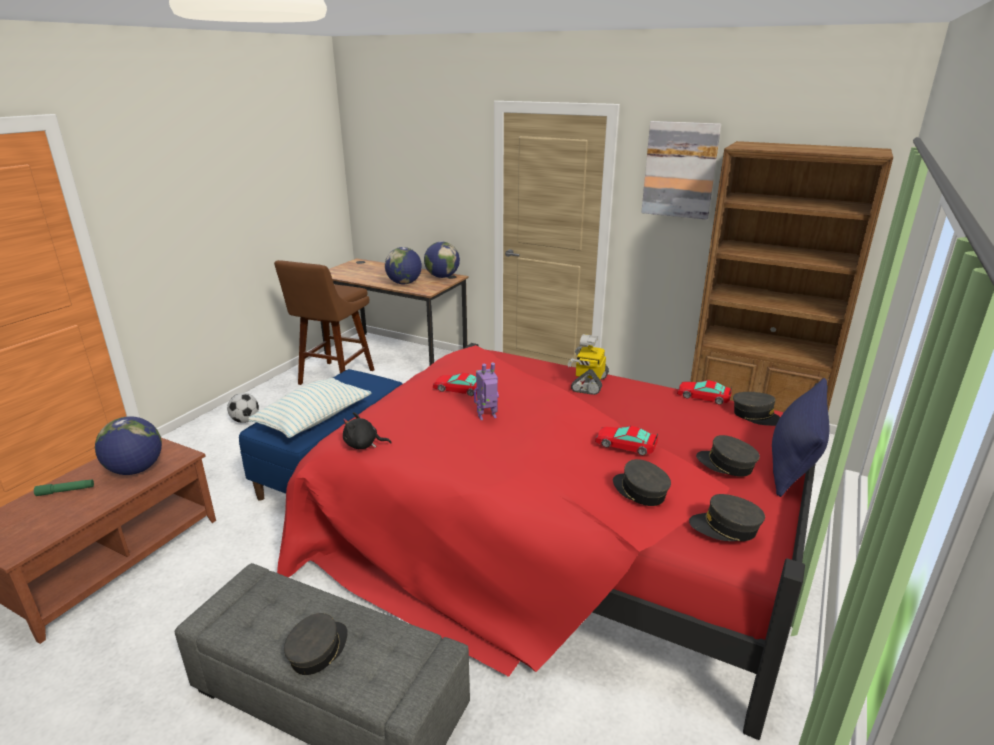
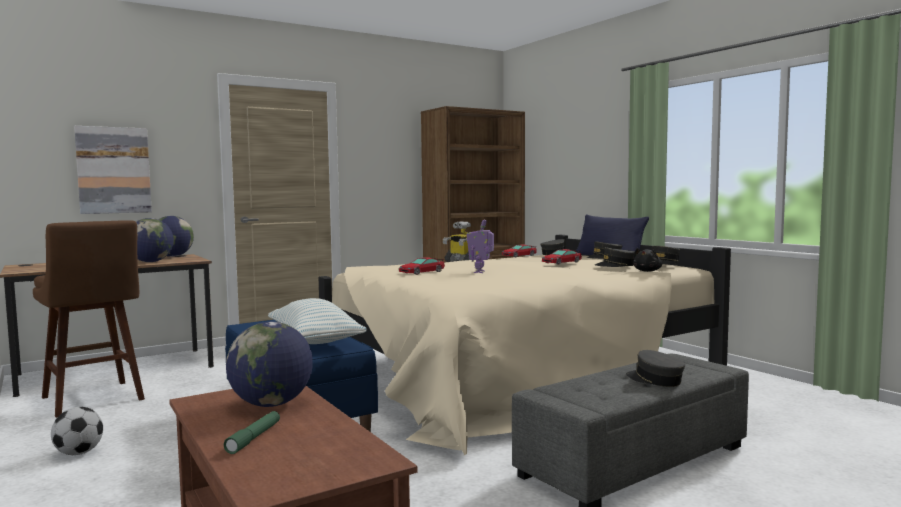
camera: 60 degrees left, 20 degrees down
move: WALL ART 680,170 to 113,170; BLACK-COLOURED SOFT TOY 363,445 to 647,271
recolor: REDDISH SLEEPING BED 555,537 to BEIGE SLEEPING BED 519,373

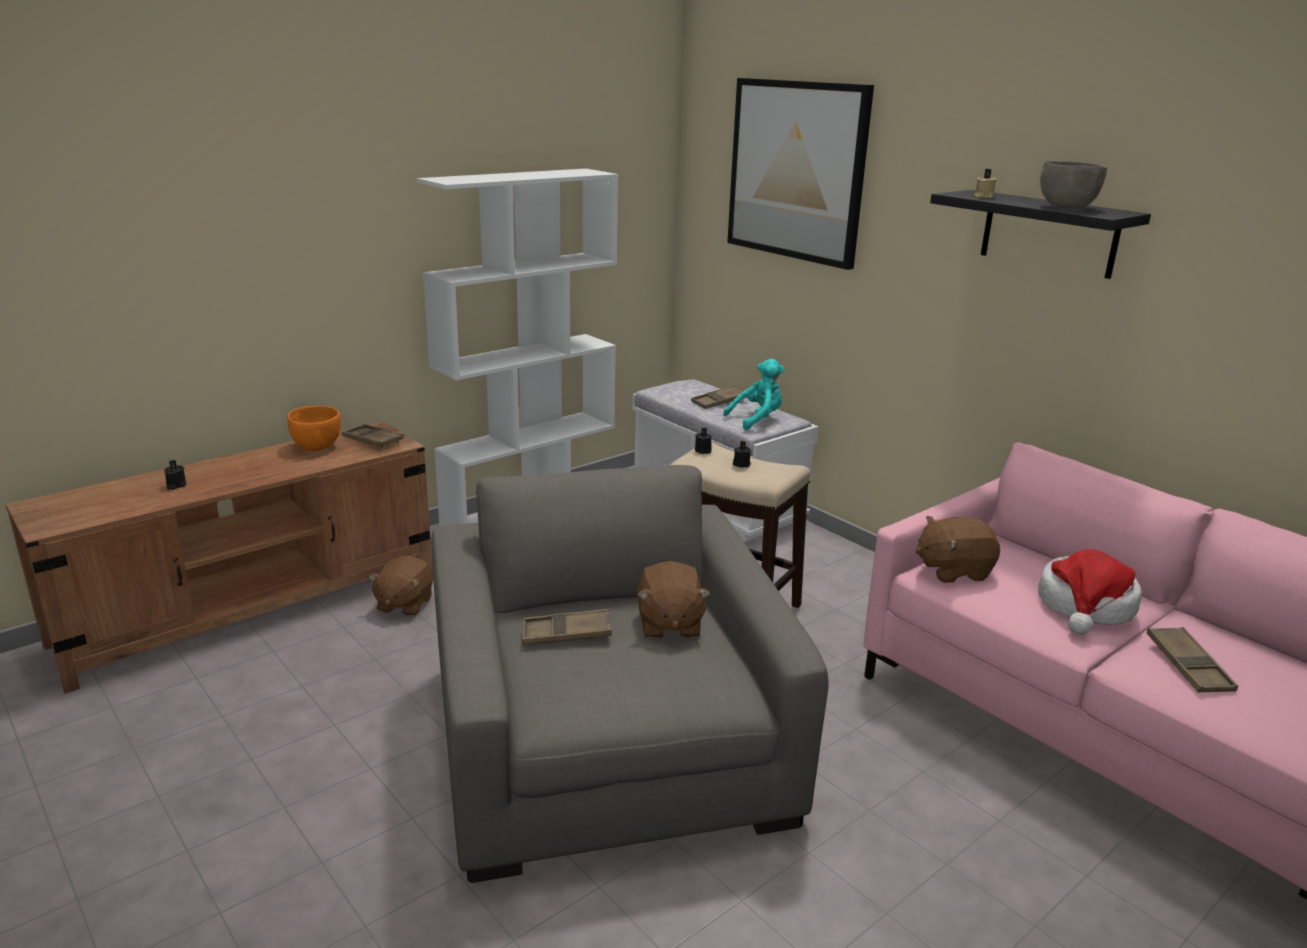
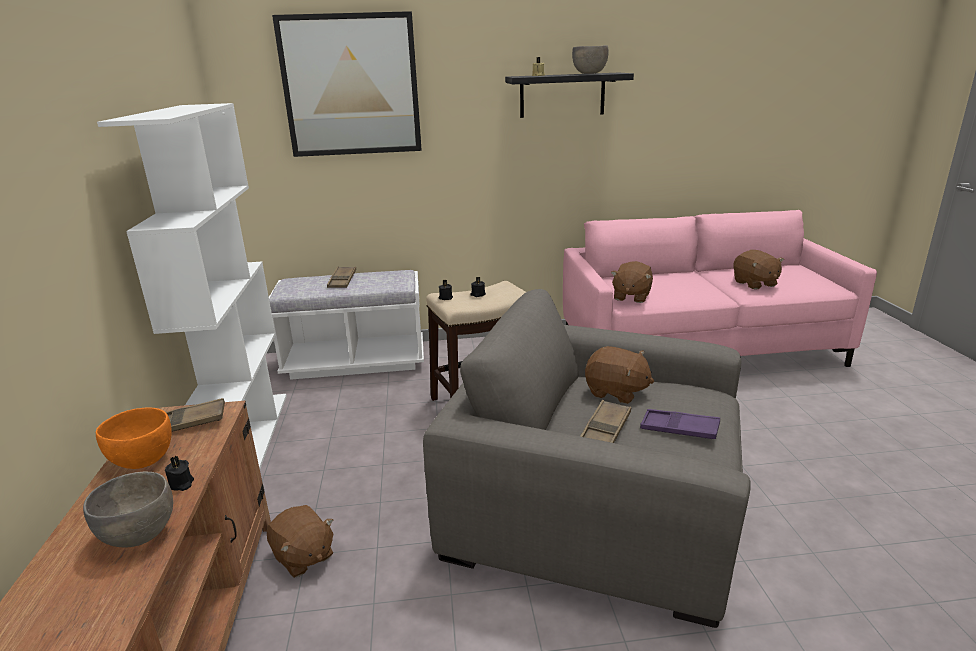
camera: 55 degrees left, 0 degrees up
delete: TURQUOISE SOFT TOY 757,420; WEARABLE HAT 1085,606
insert: PURPLE SERVING TRAY 679,429; GREYISH DEEP DISH 140,535
move: BLACK-COLOURED WAX LIGHT 175,485 to 181,484
replace: BROWN-COLOURED SERVING TRAY 1188,665 to BROWN-COLOURED SOFT TOY 754,283

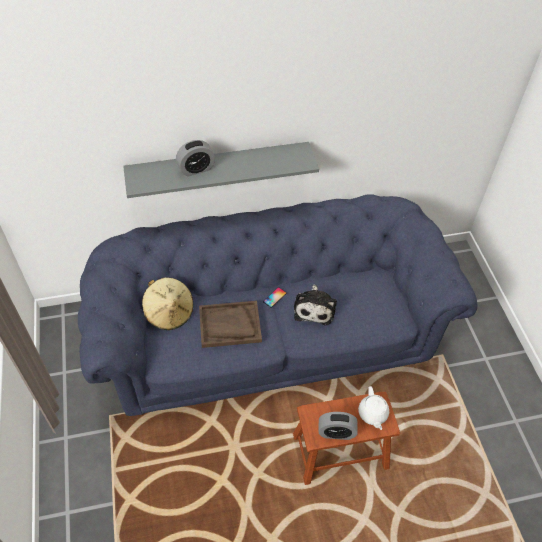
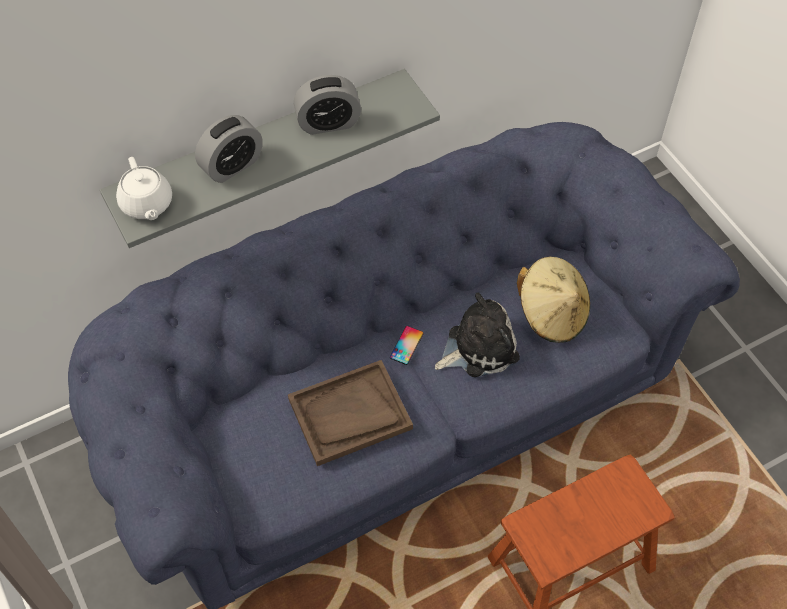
camera: 15 degrees left, 5 degrees up
move: BEIGE WEARABLE HAT 169,313 to 552,314; WHITISH TEA POT 372,414 to 146,204; BEDSIDE CLOCK 336,432 to 328,123
rotate: SOFT TOY 314,308 = 478,347 105 degrees counterclockwise

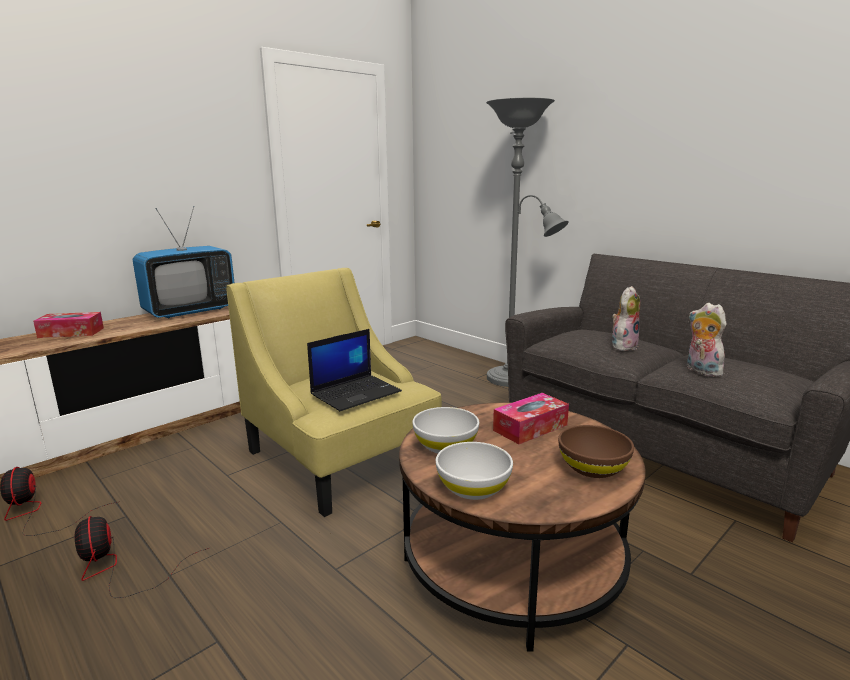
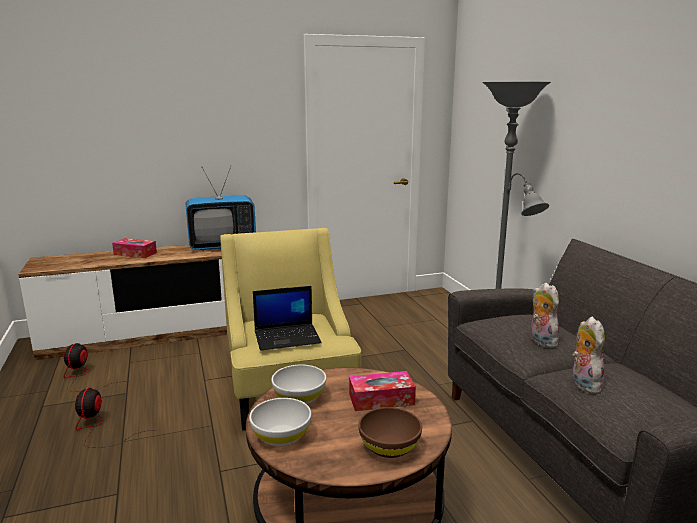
camera: 25 degrees right, 0 degrees up
rotate: SOFT TOY 623,346 = 540,341 90 degrees counterclockwise

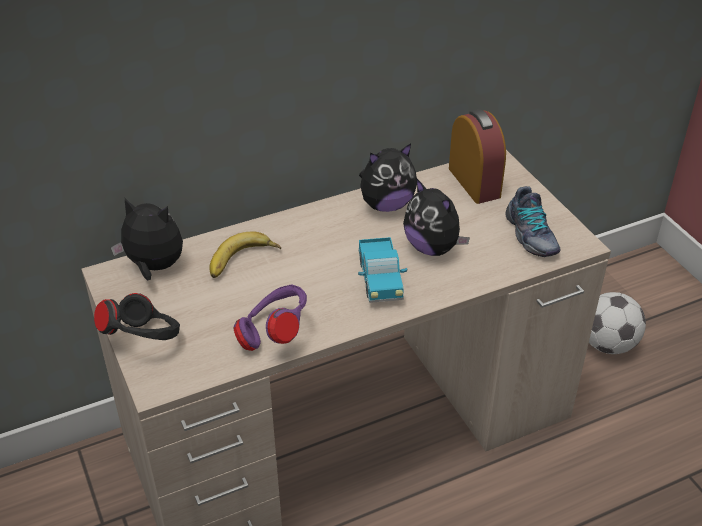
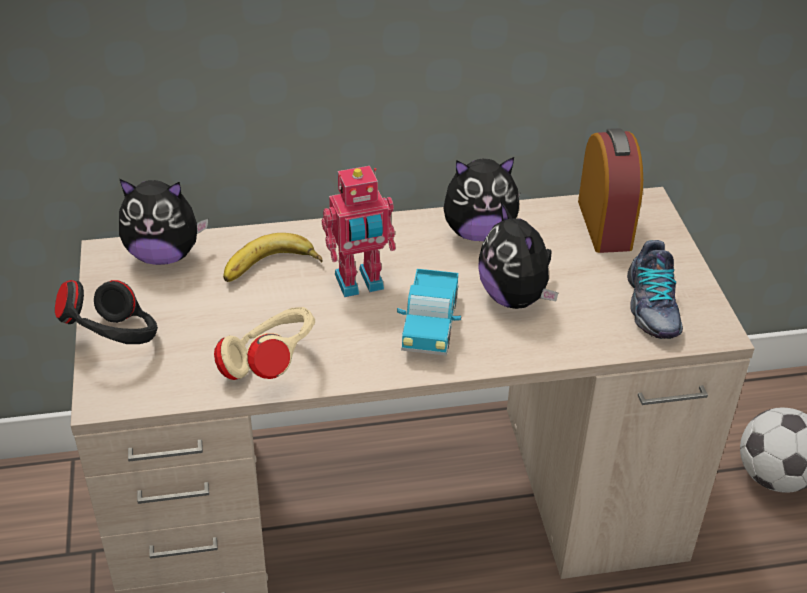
camera: 15 degrees right, 0 degrees up
insert: TOY ROBOT 360,284
recolor: PURPLE HEADSET 275,334 to BEIGE HEADSET 271,366
rotate: SOFT TOY 154,267 = 164,255 150 degrees clockwise

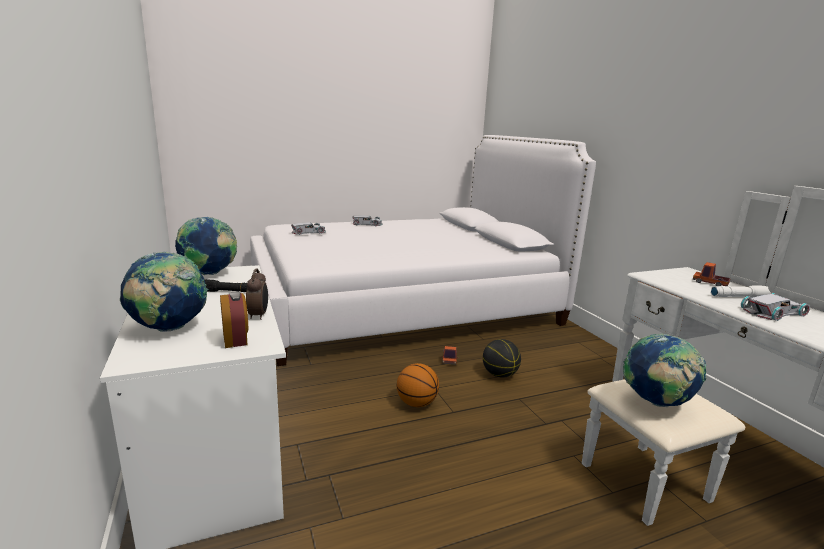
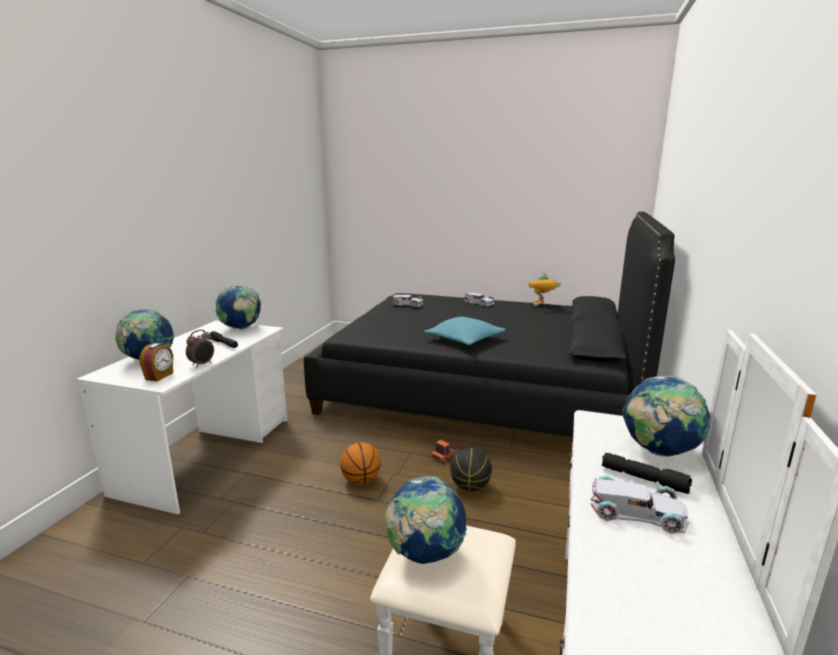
camera: 40 degrees right, 0 degrees up
insert: TOY ROBOT 541,306; TURQUOISE PILLOW 464,339
replace: TOY LORRY 710,283 to GLOBE 658,452
recolor: WHITISH SLEEPING BED 401,303 to BLACK-COLOURED SLEEPING BED 483,389; WHITISH TORCH 738,297 to BLACK-COLOURED TORCH 645,479

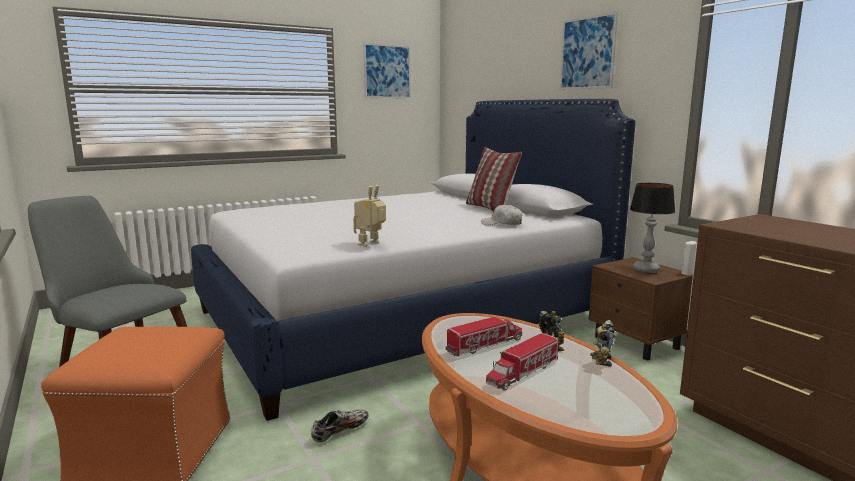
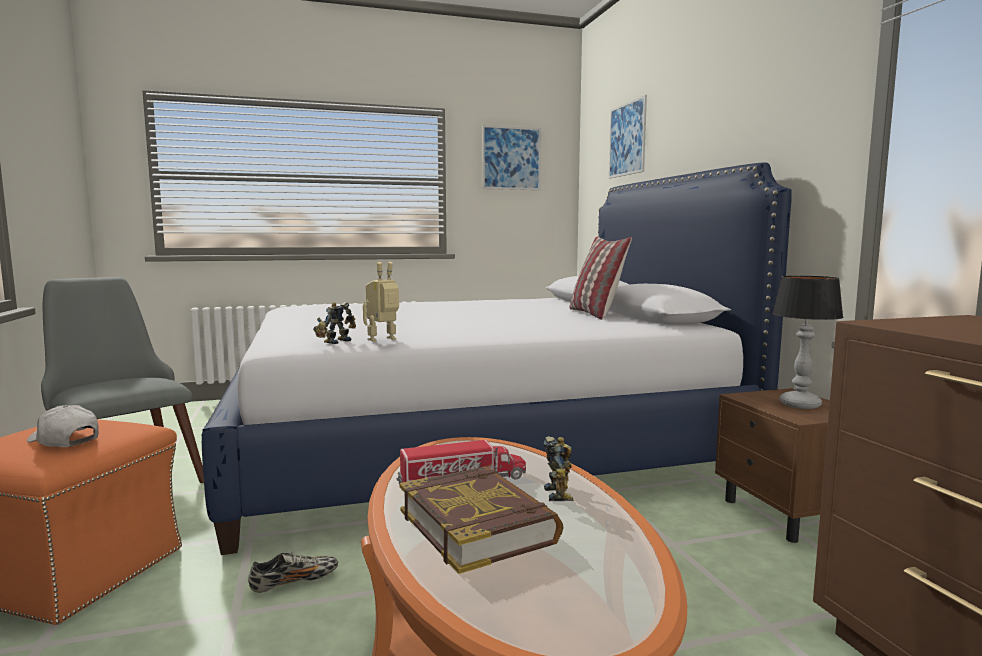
camera: 15 degrees right, 5 degrees down
move: WALL ART 587,53 to 627,139; WHITISH BASEBALL CAP 502,224 to 64,440; TOY ROBOT 600,360 to 335,341
replace: TOY LORRY 522,373 to BOUND BOOK 477,526

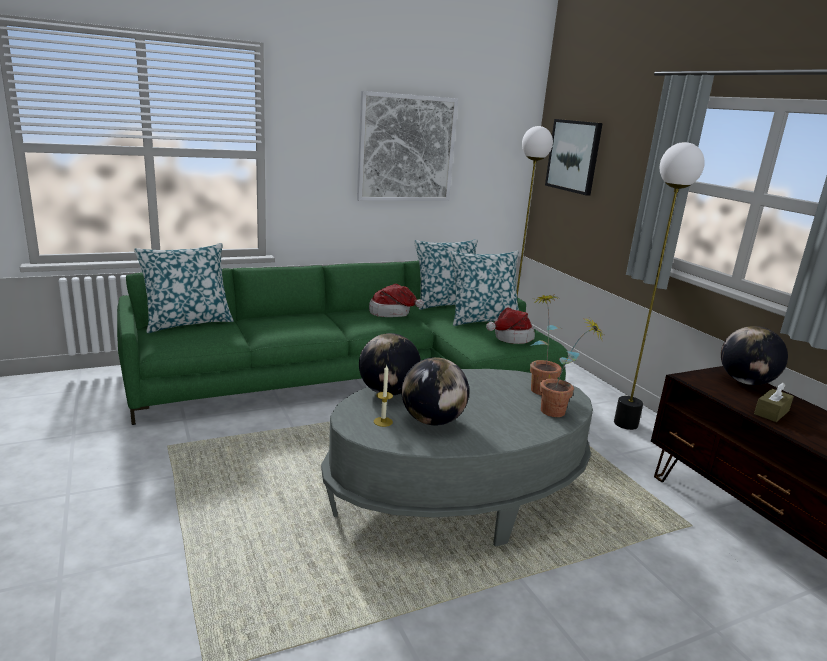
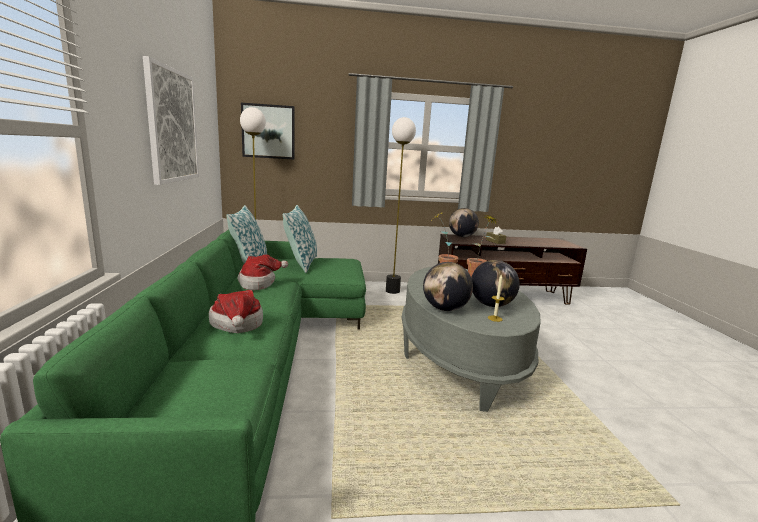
camera: 70 degrees left, 5 degrees down
delete: PILLOW 188,323
move: WEARABLE HAT 510,337 to 237,325

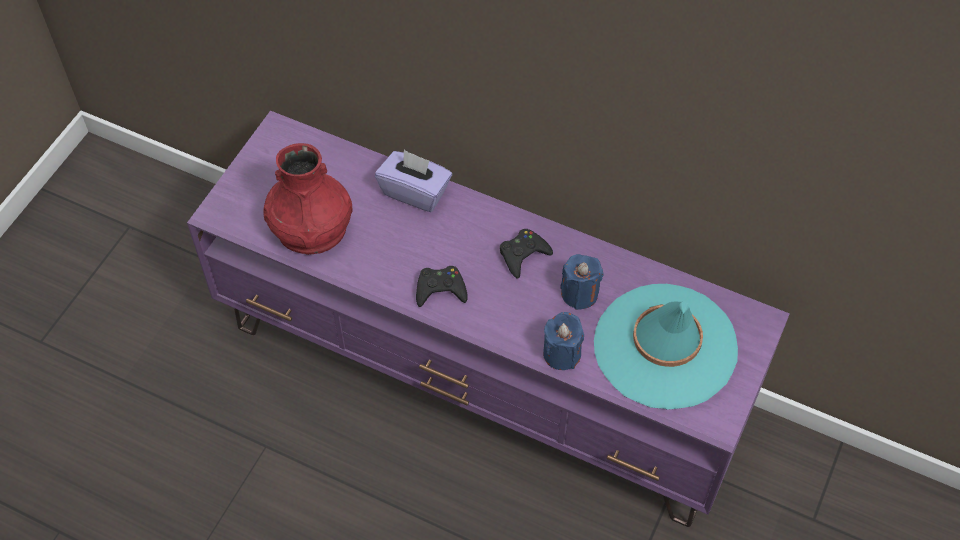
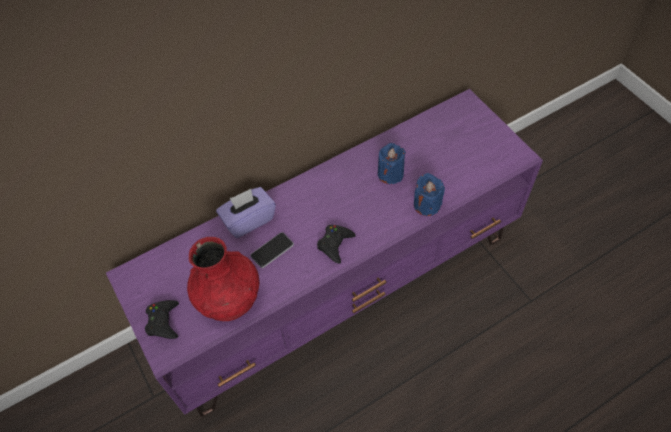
camera: 55 degrees left, 0 degrees up
delete: TURQUOISE WEARABLE HAT 665,346
insert: PHONE 272,250
move: BLACK-COLOURED JOYPAD 523,255 to 163,322

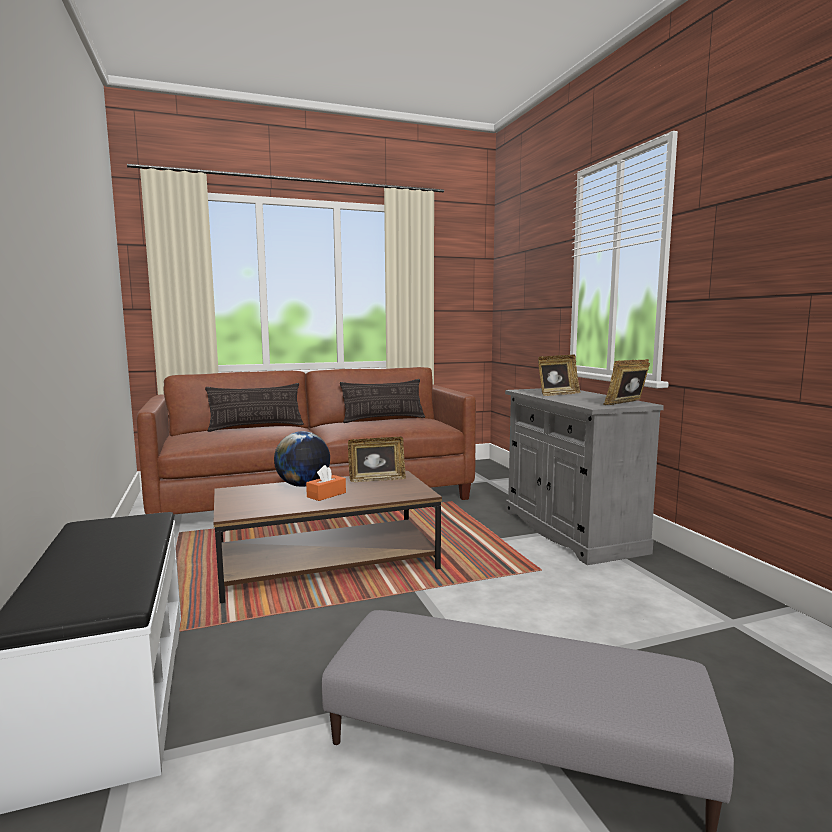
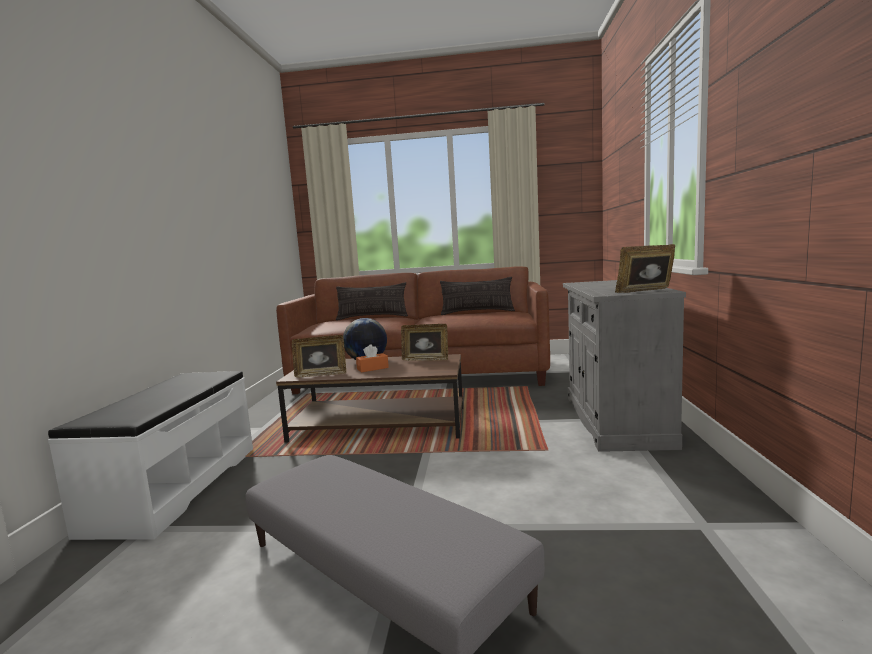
camera: 25 degrees right, 0 degrees up
move: PICTURE FRAME 557,394 to 321,374

